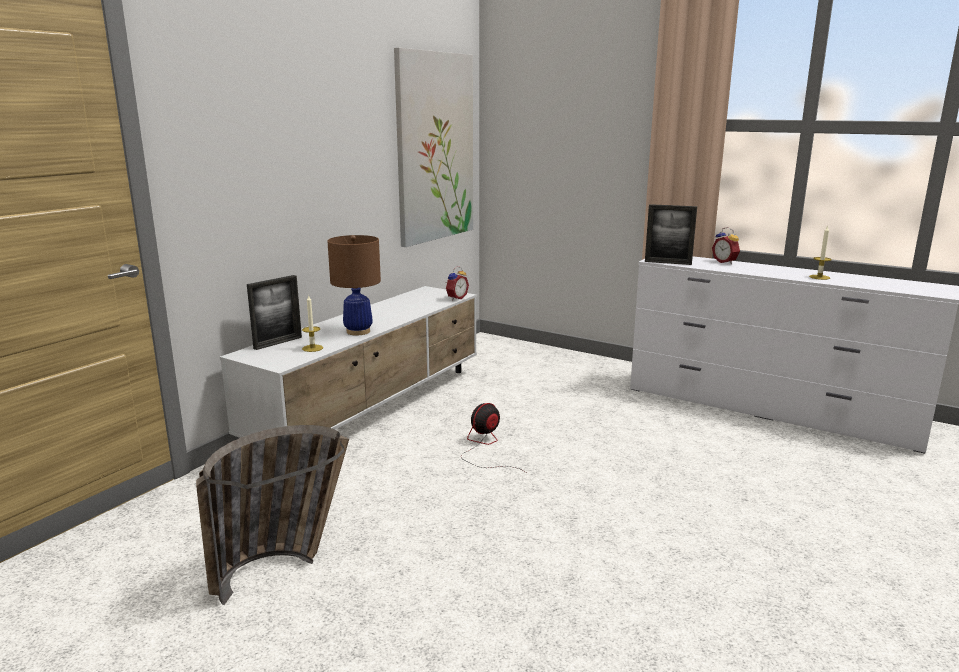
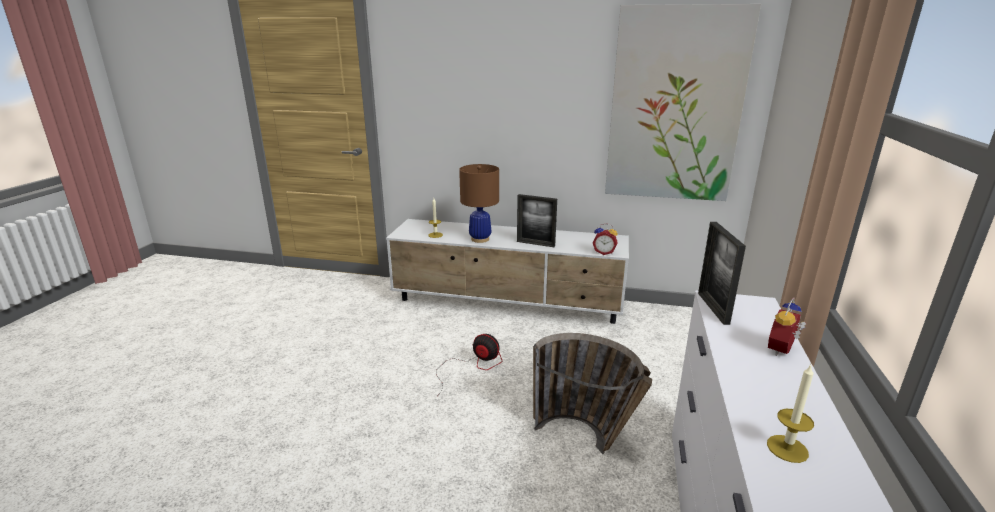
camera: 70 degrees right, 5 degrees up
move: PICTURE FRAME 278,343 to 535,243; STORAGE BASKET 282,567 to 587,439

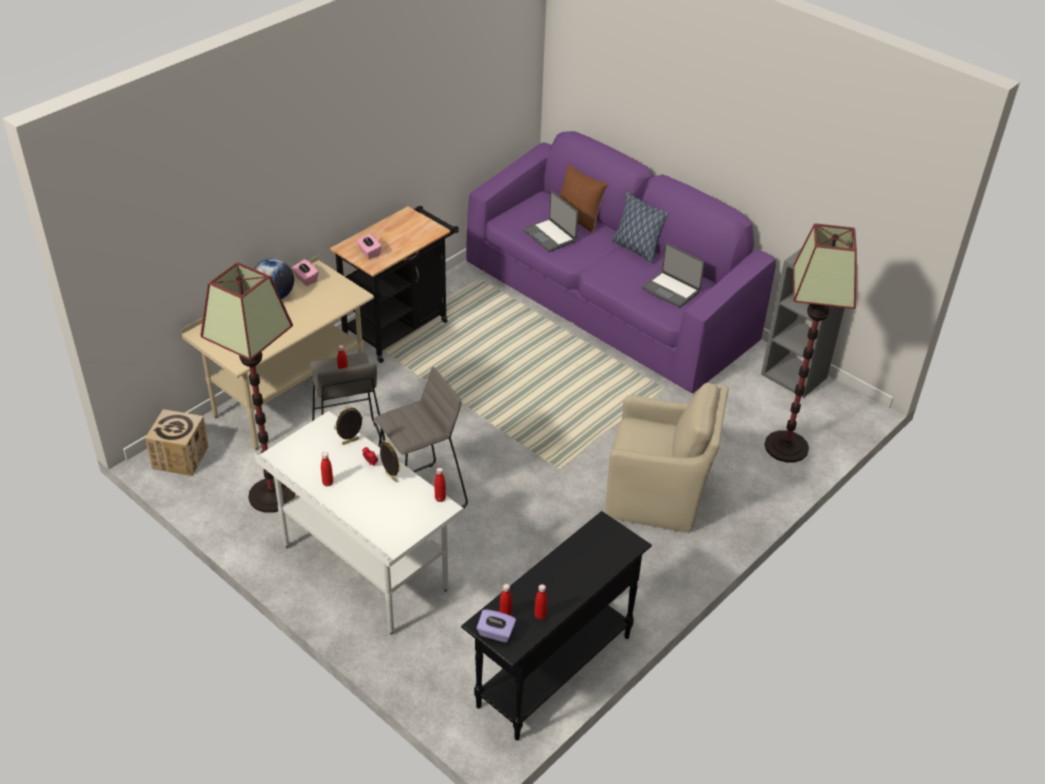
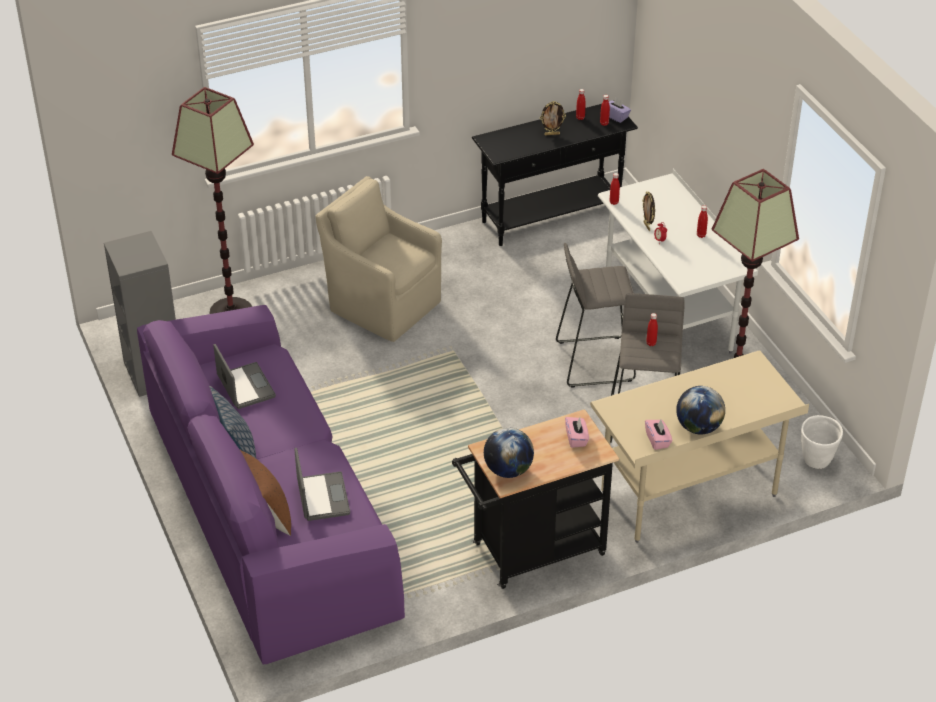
camera: 155 degrees left, 0 degrees up
insert: GLOBE 508,470
move: PICTURE FRAME 350,442 to 552,134
replace: CARTON 181,457 to WHITISH FLOWER POT 816,461

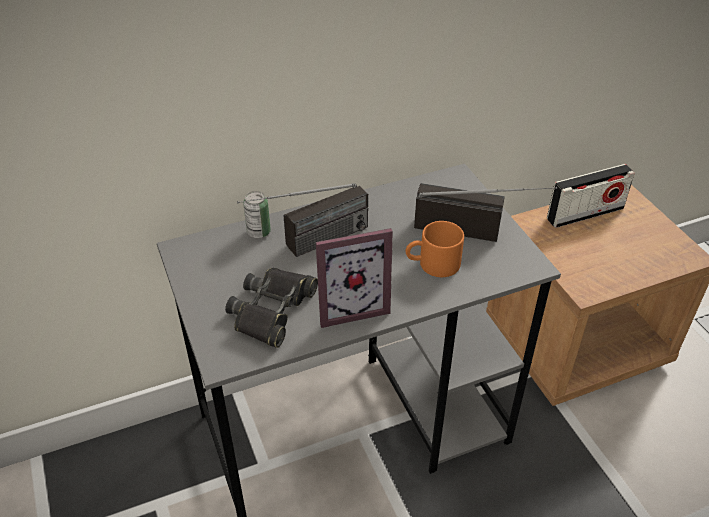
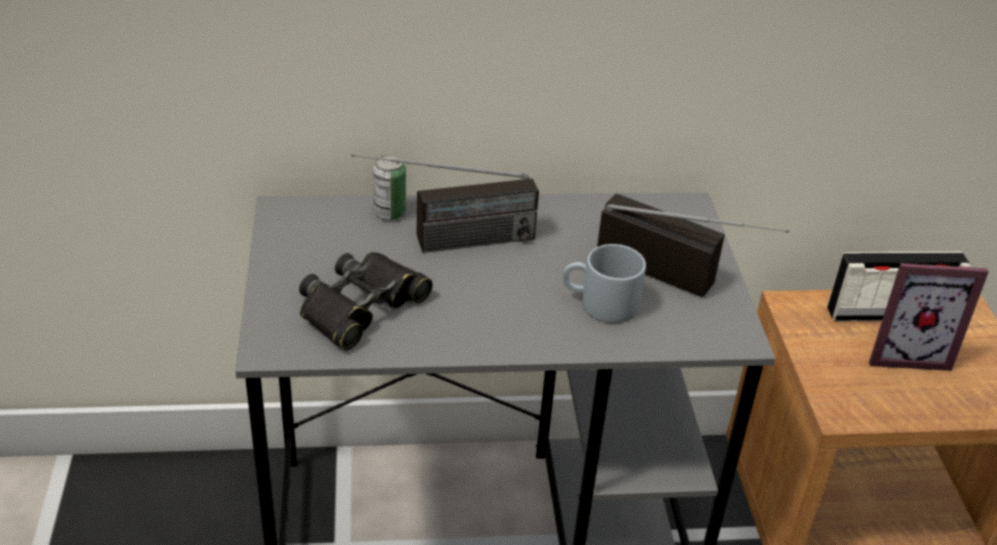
camera: 15 degrees right, 5 degrees down
move: PICTURE FRAME 350,306 to 905,352
recolor: ORANGEY TEA MUG 432,264 to GREYISH TEA MUG 599,304

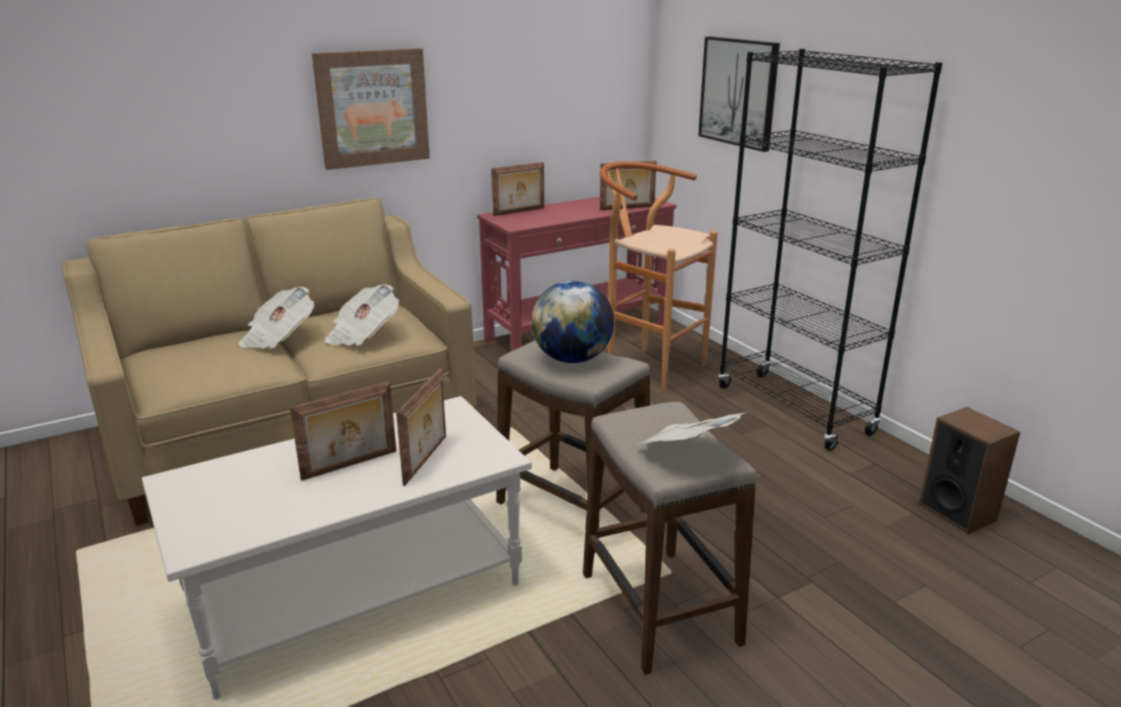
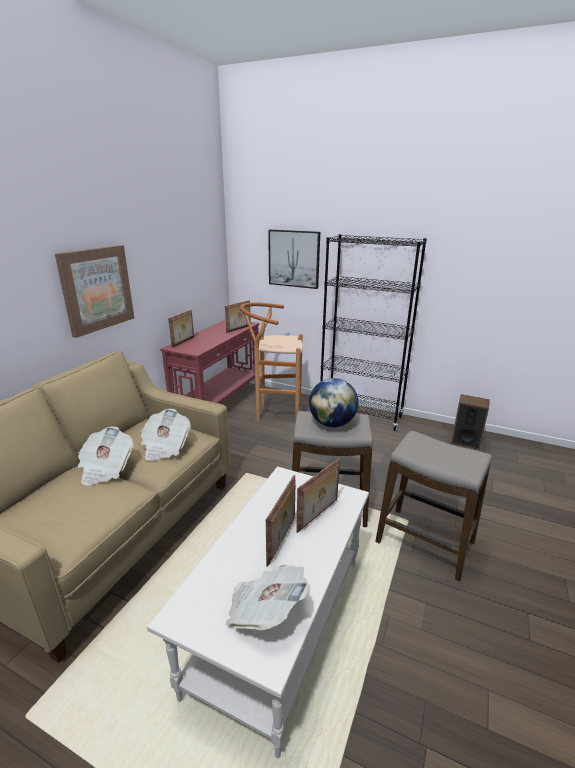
camera: 35 degrees left, 0 degrees up
move: NEWSPAPER 689,453 to 265,610
rotate: PICTURE FRAME 427,460 = 318,515 60 degrees clockwise

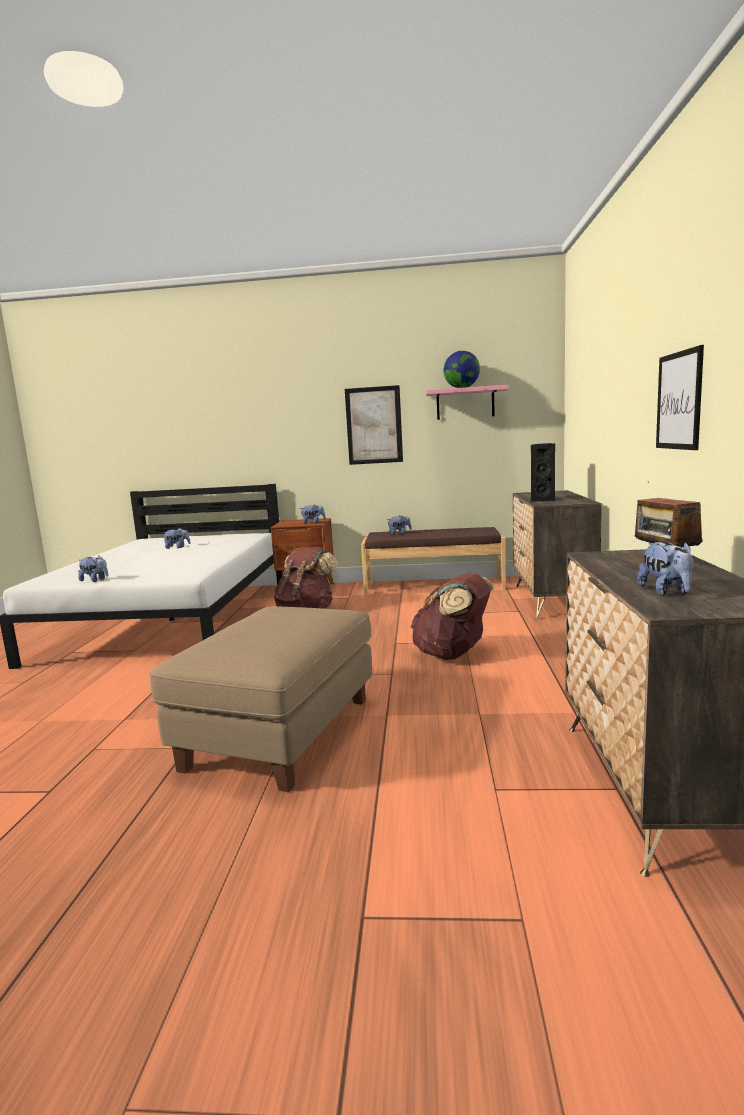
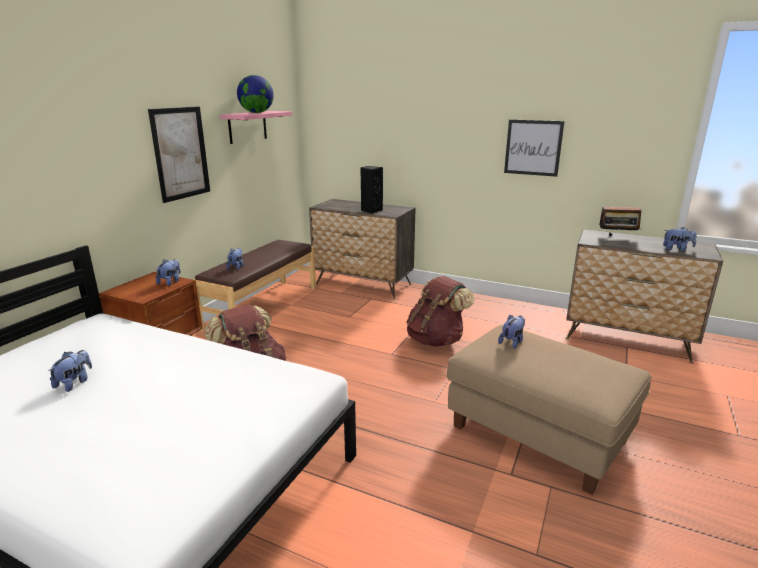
camera: 70 degrees left, 10 degrees up
move: SOFT TOY 95,580 to 512,342

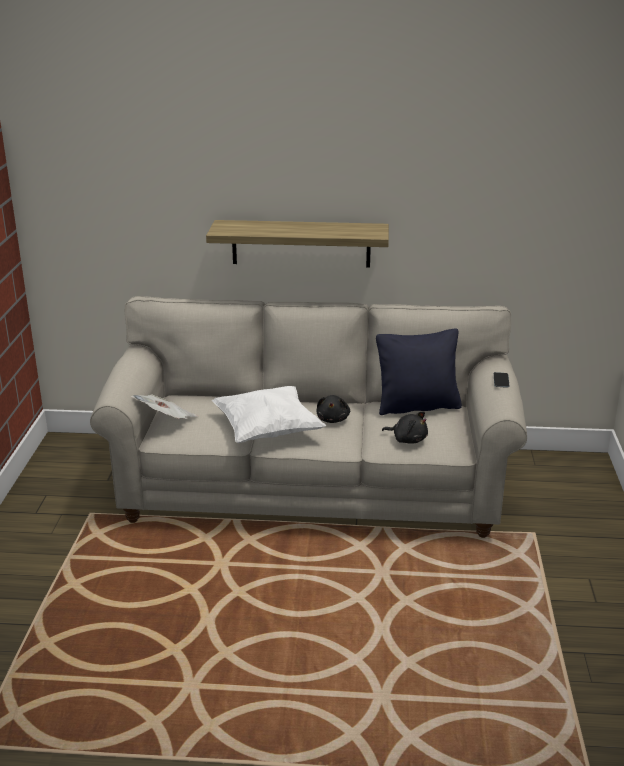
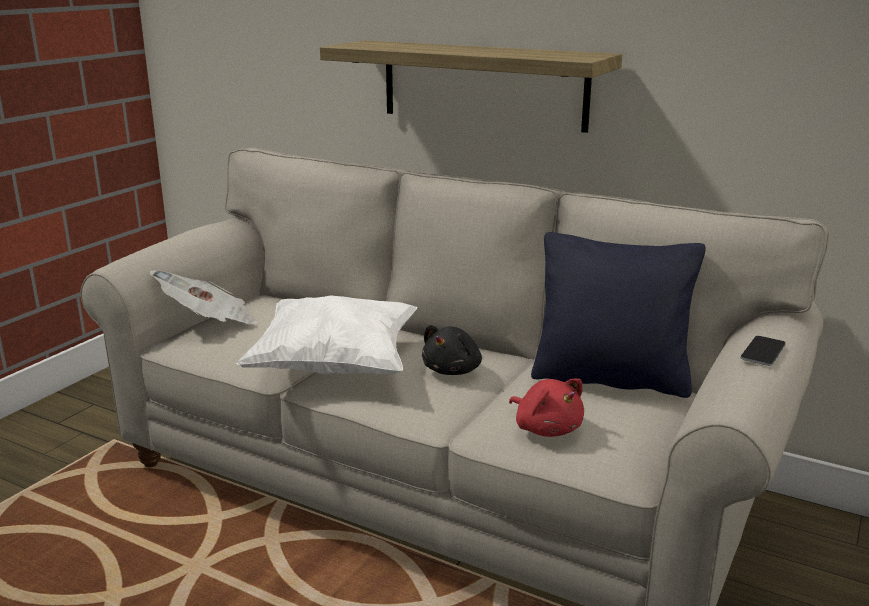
camera: 25 degrees right, 5 degrees down
recolor: BLACK-COLOURED SOFT TOY 408,439 to REDDISH SOFT TOY 546,428

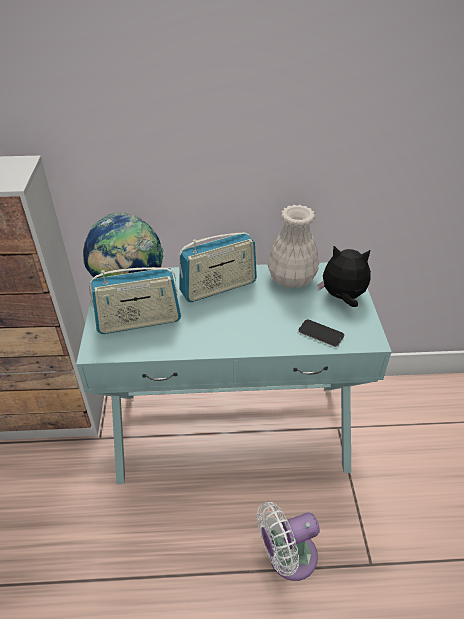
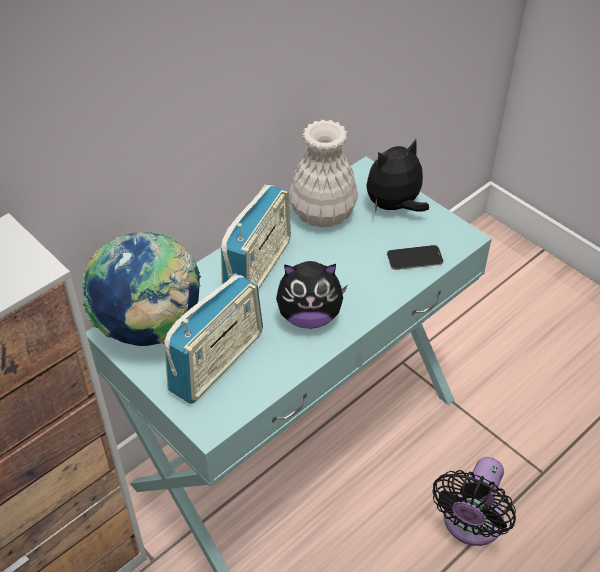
camera: 40 degrees left, 5 degrees up
insert: SOFT TOY 309,316
recolor: WHITISH ELECTRIC FAN 287,557 to BLACK-COLOURED ELECTRIC FAN 470,524

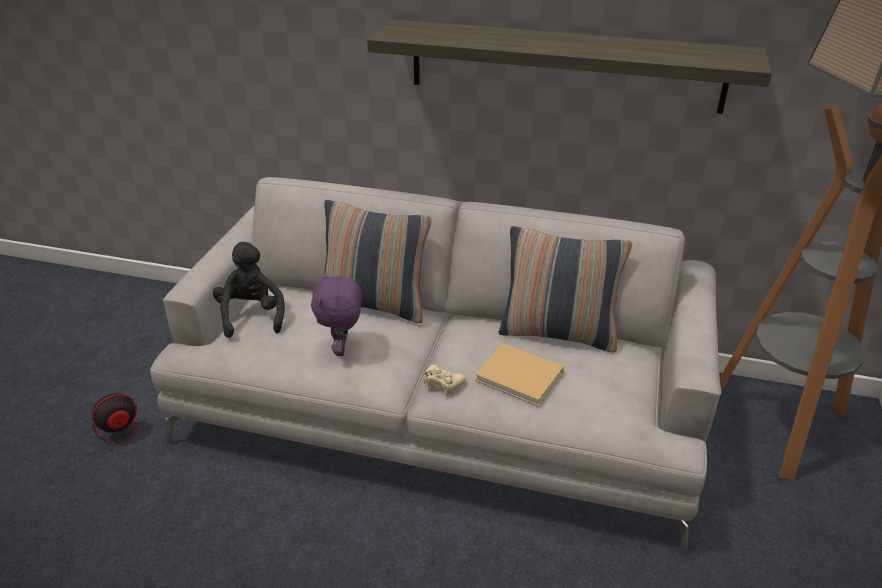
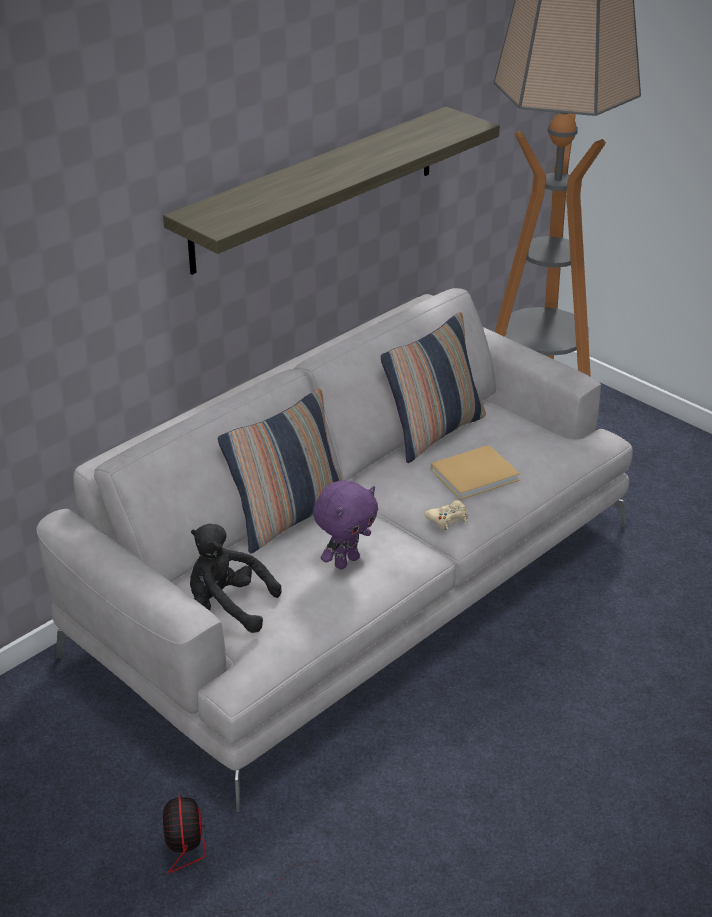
camera: 60 degrees left, 0 degrees up
rotate: PURPLE SOFT TOY 342,349 = 346,561 75 degrees counterclockwise

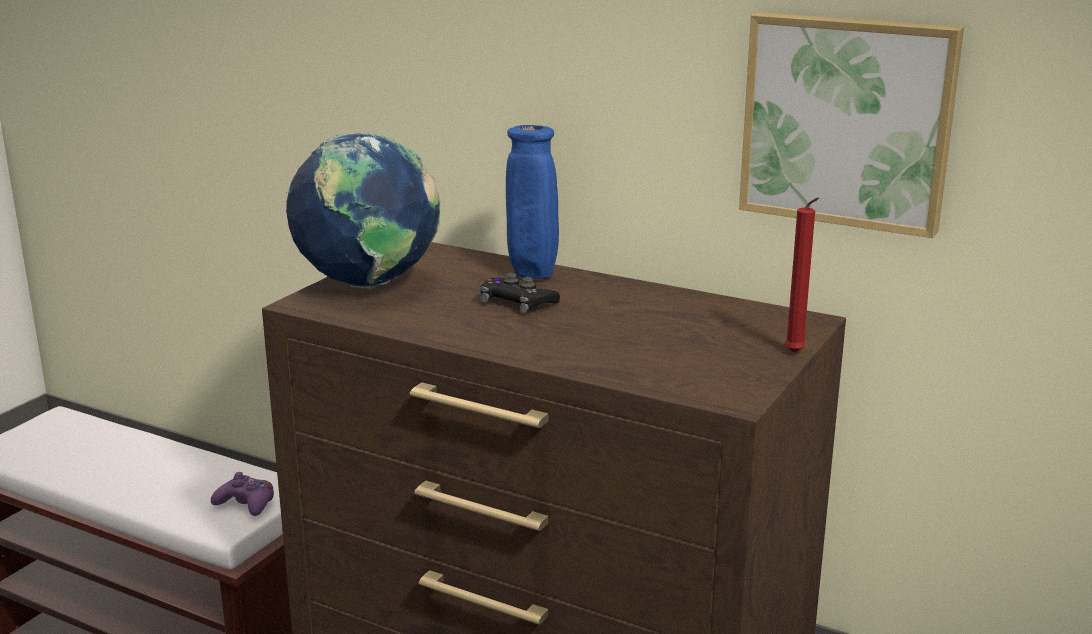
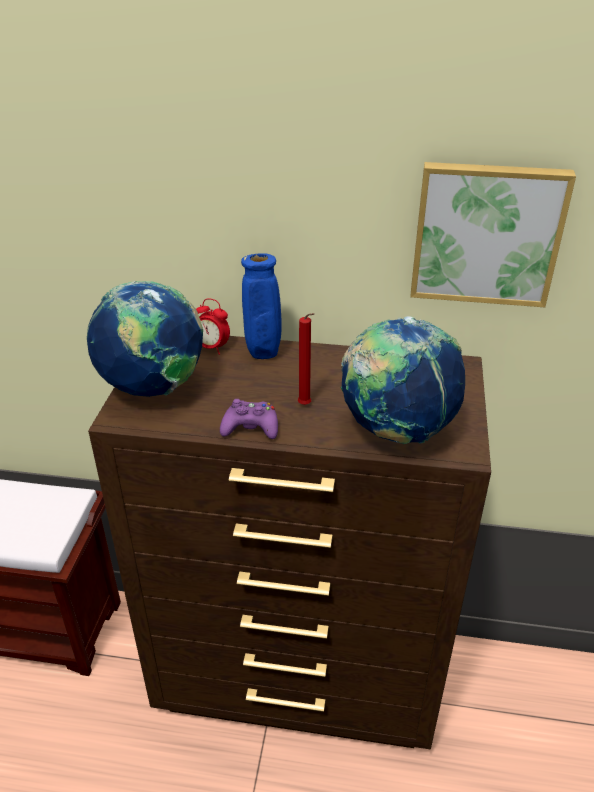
camera: 20 degrees left, 15 degrees up
delete: BLACK-COLOURED JOYPAD 517,302
insert: BEDSIDE CLOCK 212,348; GLOBE 396,431
move: REDDISH WAX LIGHT 796,354 to 306,406; PURPLE JOYPAD 246,503 to 250,427

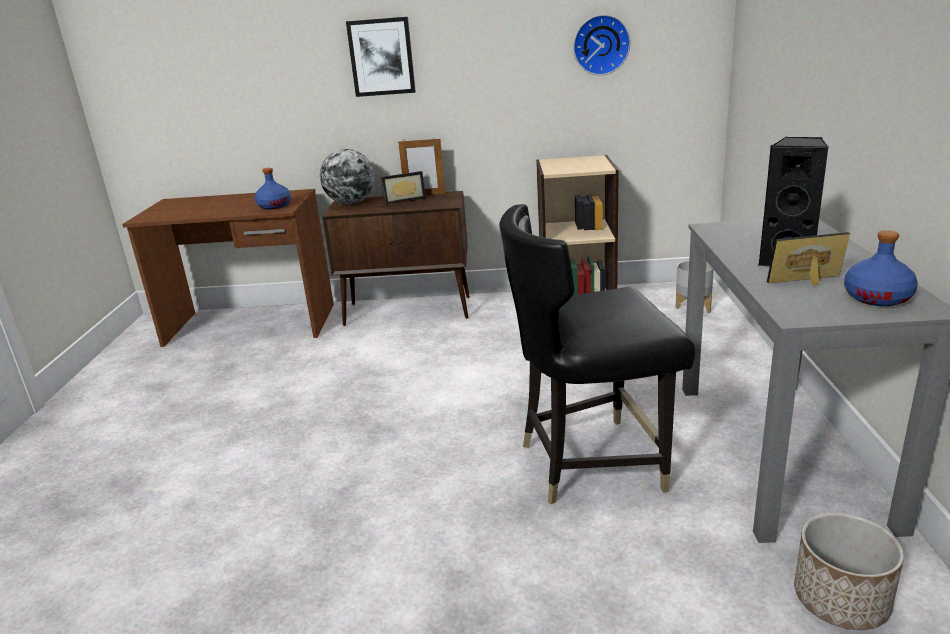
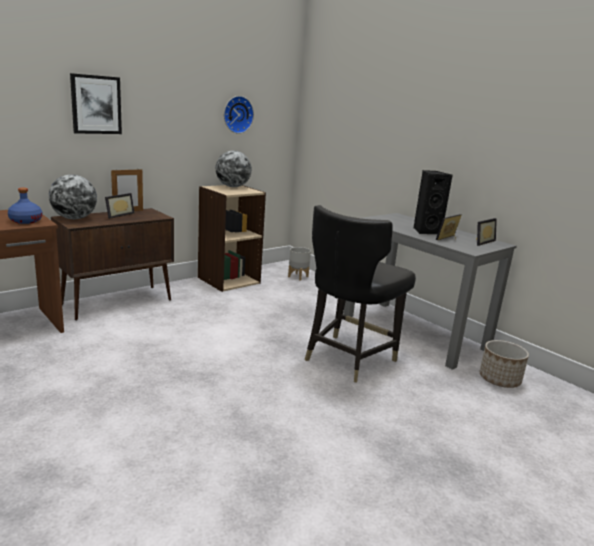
camera: 45 degrees left, 5 degrees down
insert: GLOBE 233,187
replace: BLUISH BEVERAGE BOTTLE 877,297 to PICTURE FRAME 481,242

